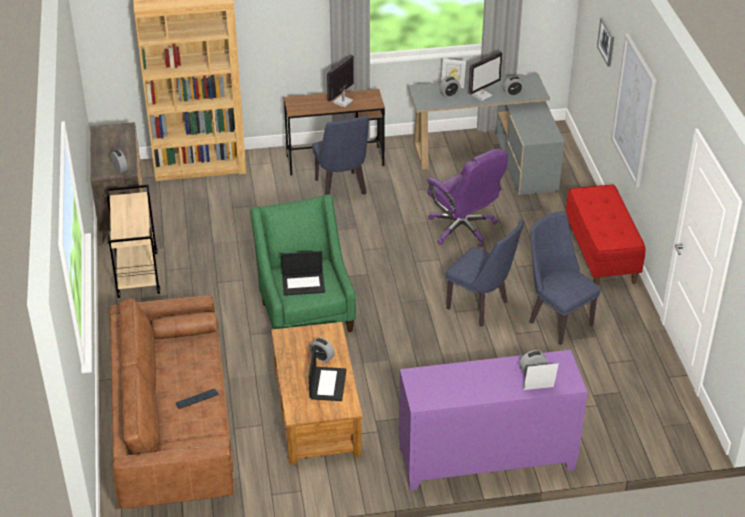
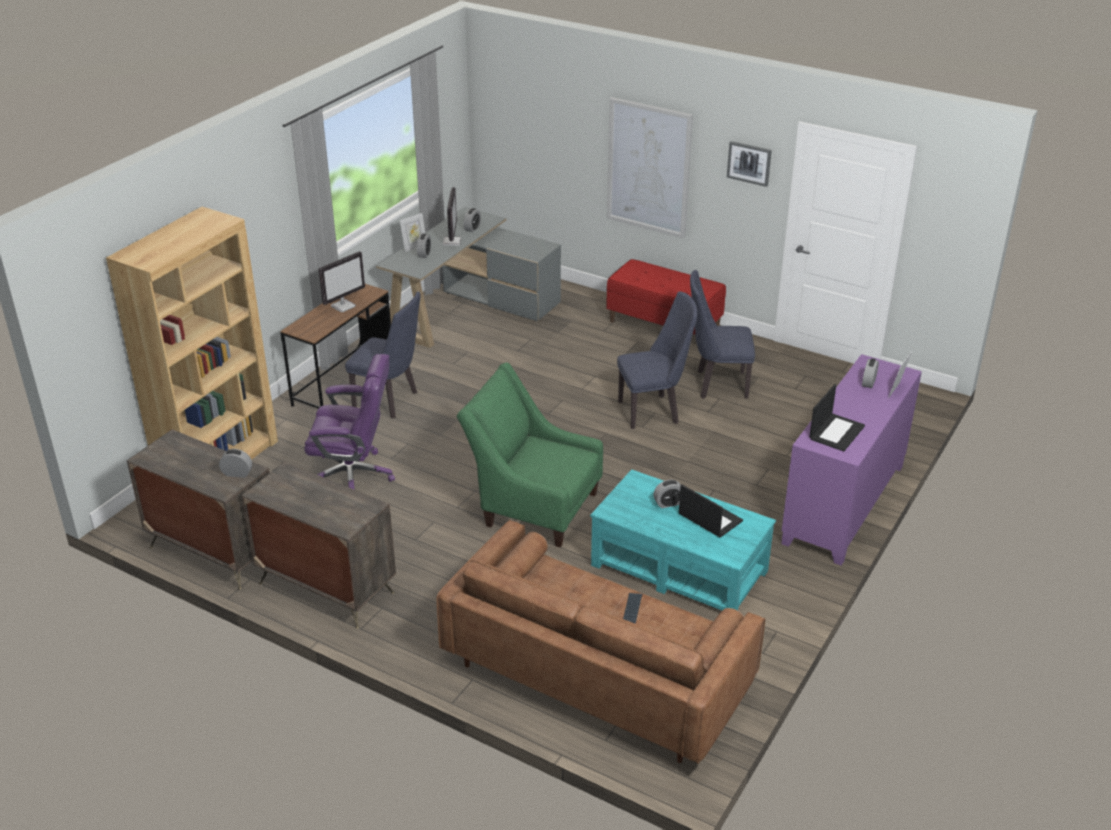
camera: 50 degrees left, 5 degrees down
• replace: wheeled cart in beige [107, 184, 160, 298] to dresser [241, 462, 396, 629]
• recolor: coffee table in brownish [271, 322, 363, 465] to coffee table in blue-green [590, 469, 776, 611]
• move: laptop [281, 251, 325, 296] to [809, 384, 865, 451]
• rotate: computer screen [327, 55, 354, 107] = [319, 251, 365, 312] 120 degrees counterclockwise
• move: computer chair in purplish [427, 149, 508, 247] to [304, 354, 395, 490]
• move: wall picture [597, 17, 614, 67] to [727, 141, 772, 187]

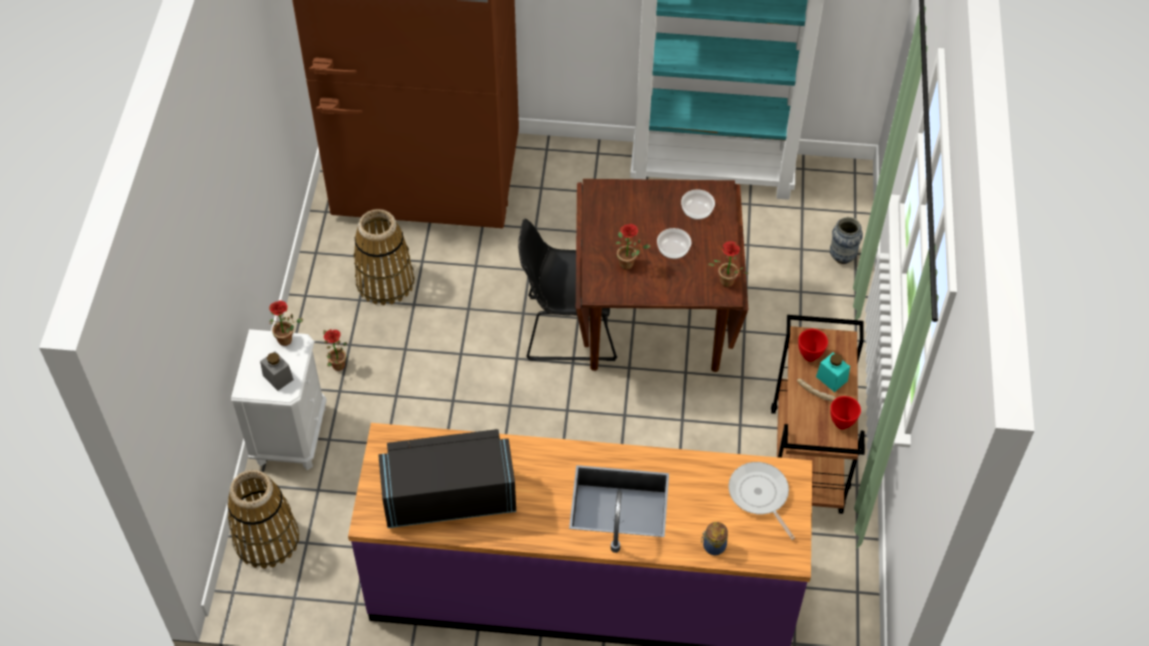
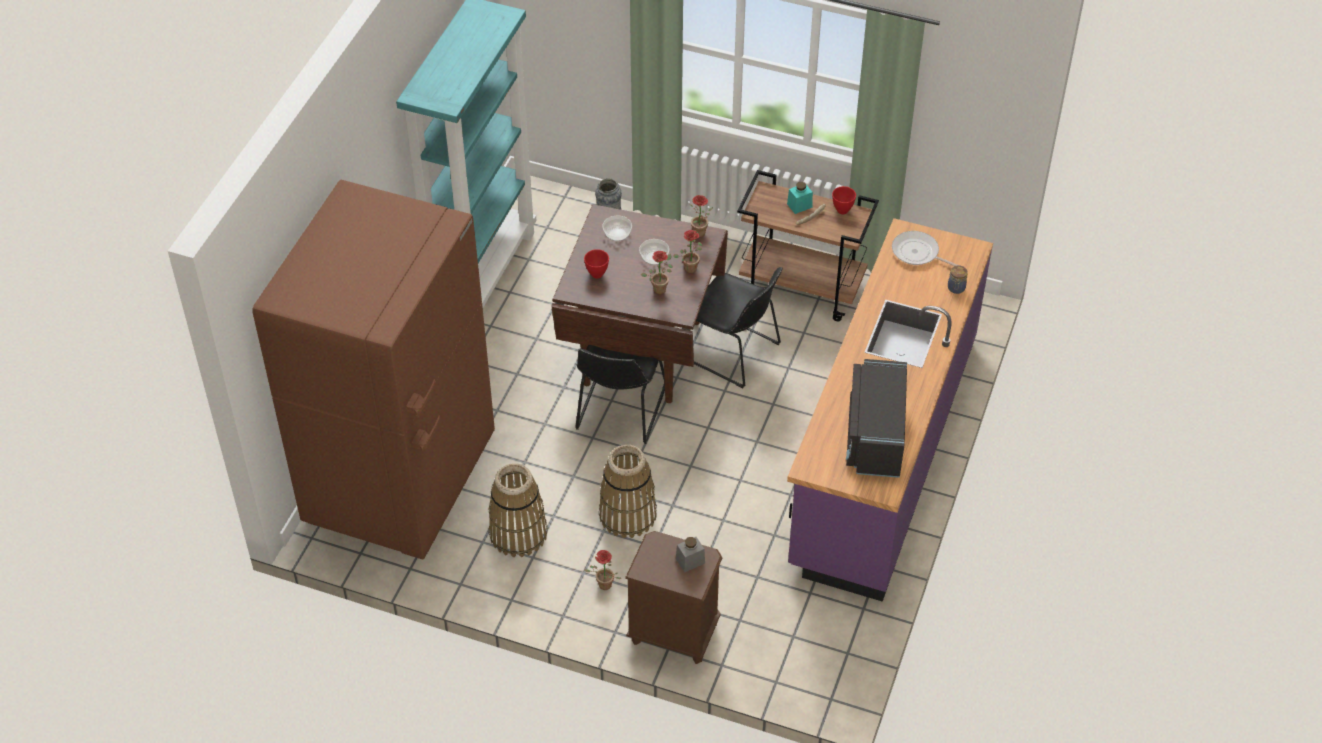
camera: 75 degrees left, 5 degrees down
• move: household basket [227, 470, 299, 569] to [599, 445, 657, 538]
• recolor: nightstand in white [231, 329, 327, 470] to nightstand in brownish [625, 531, 722, 664]
• move: plant in a pot [269, 301, 304, 346] to [673, 230, 702, 273]
• rotate: frying pan [728, 462, 795, 540] = [892, 231, 960, 266] 45 degrees clockwise
• move: deep dish in reddish [798, 329, 828, 362] to [584, 249, 609, 279]
• insert: chair in black-coloured [694, 267, 783, 388]

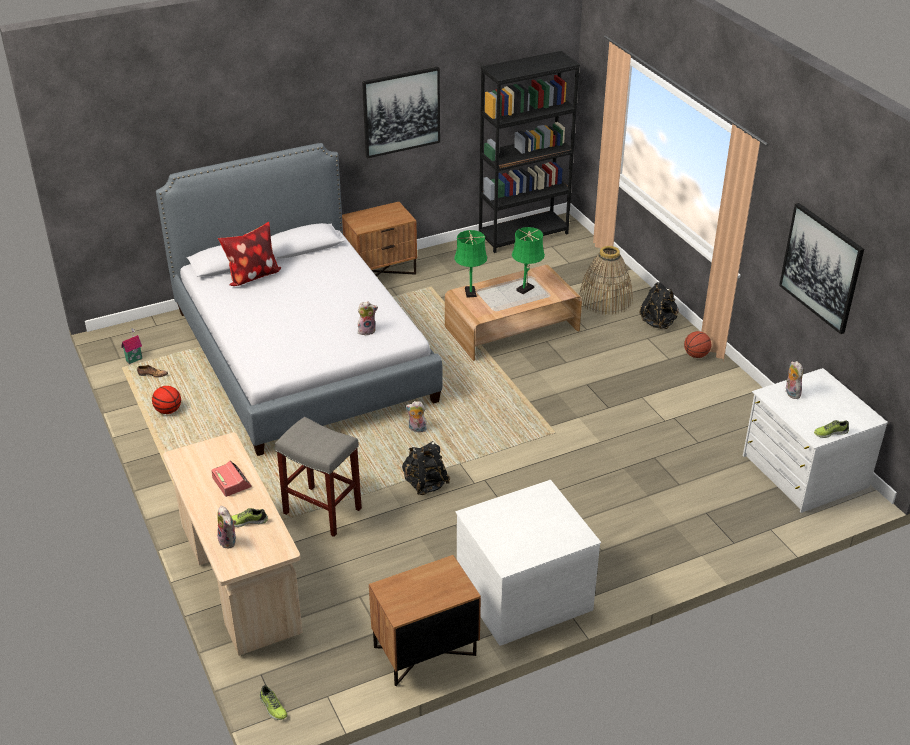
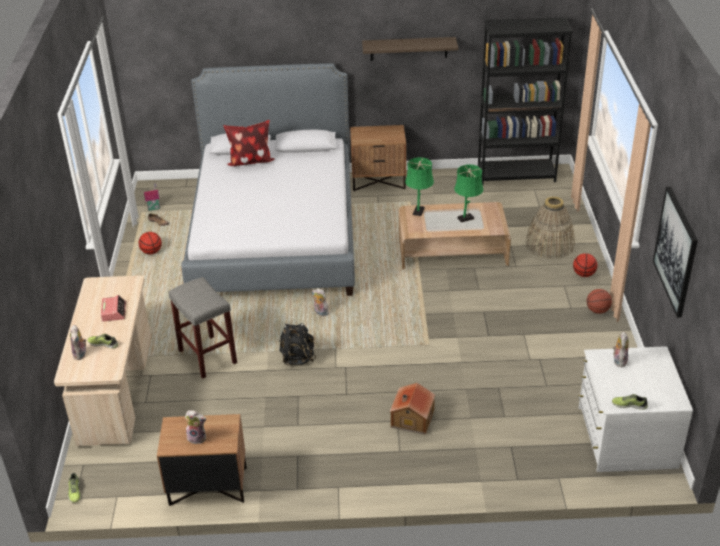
camera: 25 degrees right, 0 degrees up
• move: cuddly toy [358, 301, 378, 336] to [185, 410, 206, 444]
• replace: wall picture [362, 67, 440, 158] to wall shelf [362, 37, 458, 61]
• delete: dresser in white [455, 480, 601, 646]
• replace: rucksack in black-coloured [639, 282, 679, 329] to basketball ball [573, 253, 597, 277]
• insert: model house [390, 383, 435, 435]

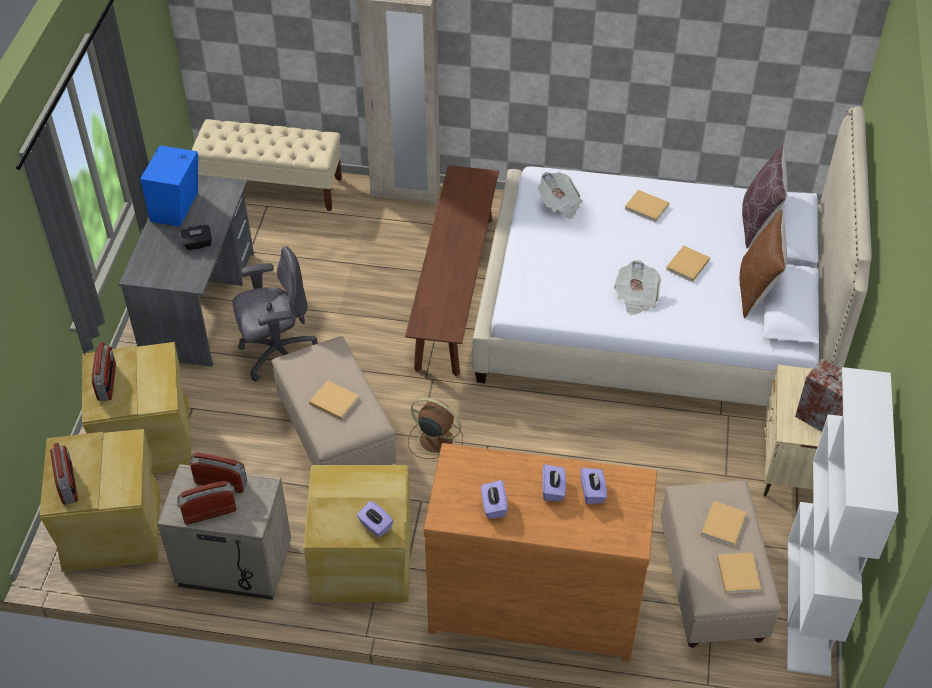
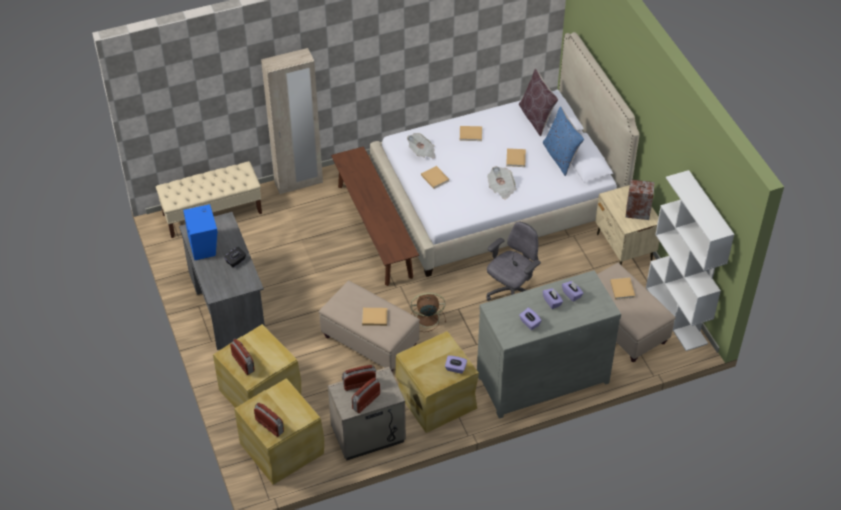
camera: 30 degrees left, 0 degrees up
• move: computer chair in gray [233, 246, 318, 382] to [486, 222, 541, 301]
• recolor: dresser in brownish [423, 443, 657, 662] to dresser in gray [477, 270, 621, 419]
• move: book in beige [717, 552, 761, 594] to [421, 166, 450, 189]
• recolor: pillow in brownish [740, 209, 787, 318] to pillow in blue [543, 106, 584, 176]

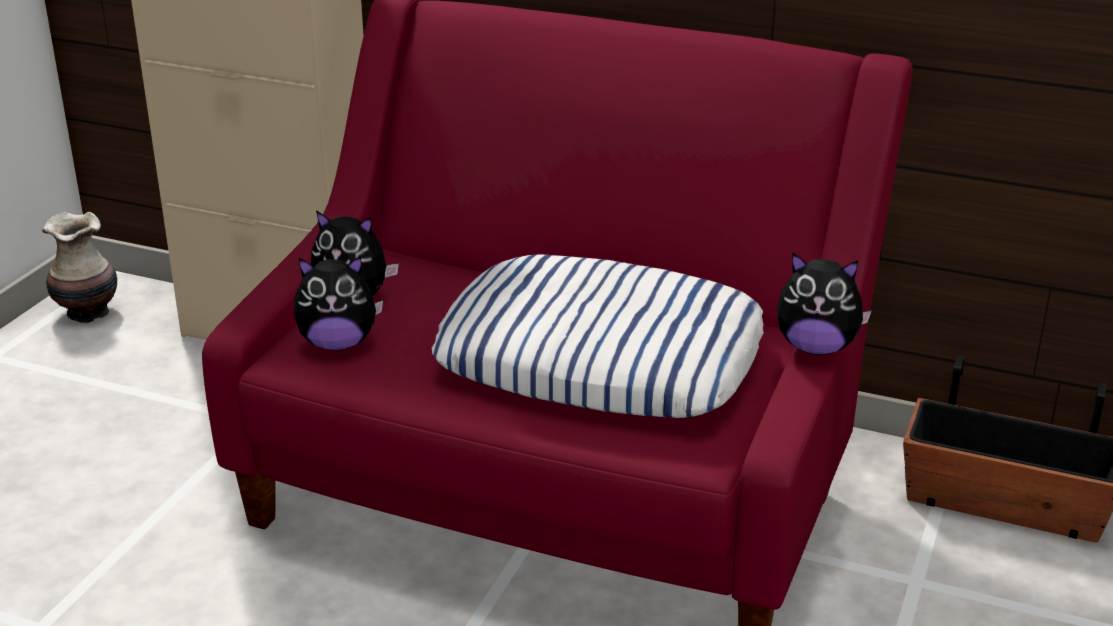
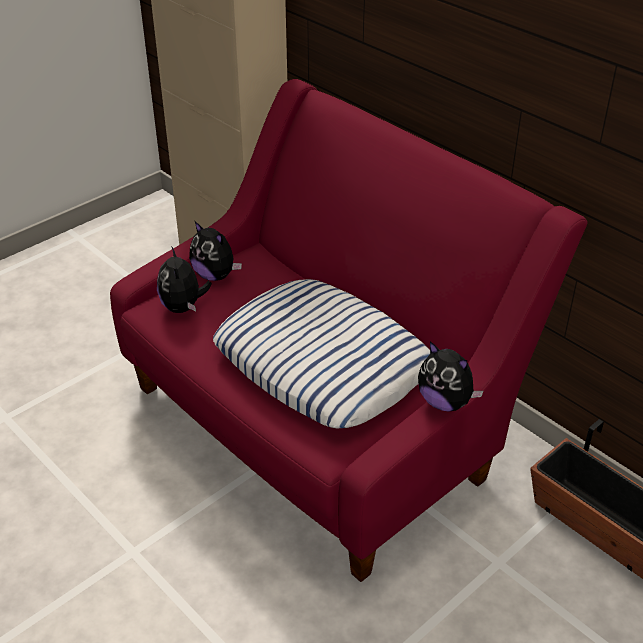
camera: 25 degrees right, 10 degrees up
• delete: flower vase [42, 212, 117, 323]
• rotate: cuddly toy [294, 256, 383, 351] = [157, 246, 212, 313] 60 degrees clockwise

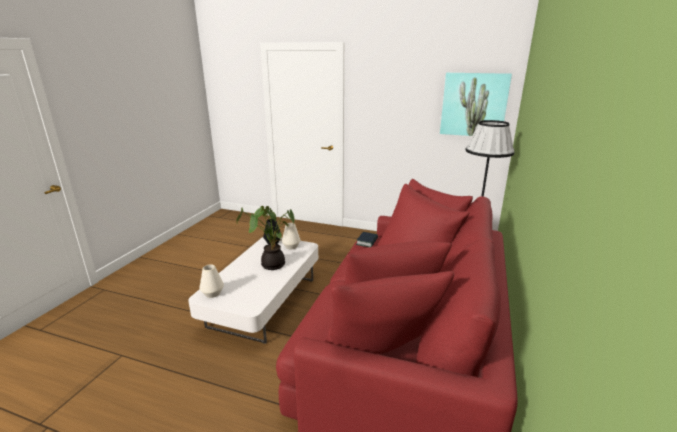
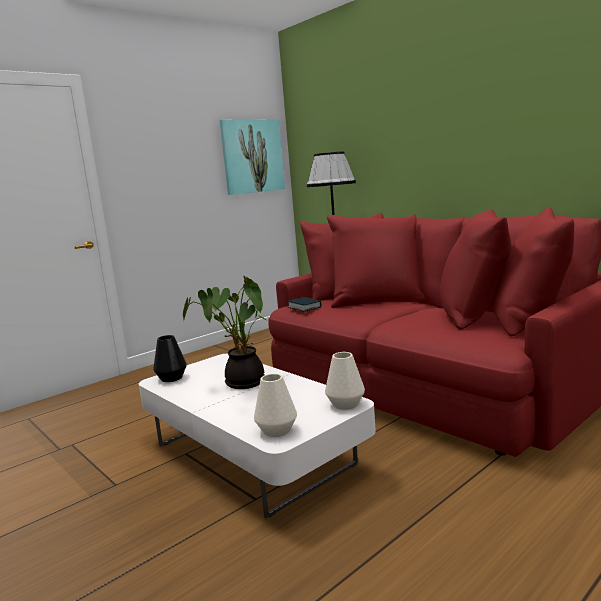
camera: 60 degrees left, 10 degrees down
• move: flower vase in white [282, 223, 301, 250] to [325, 352, 365, 410]

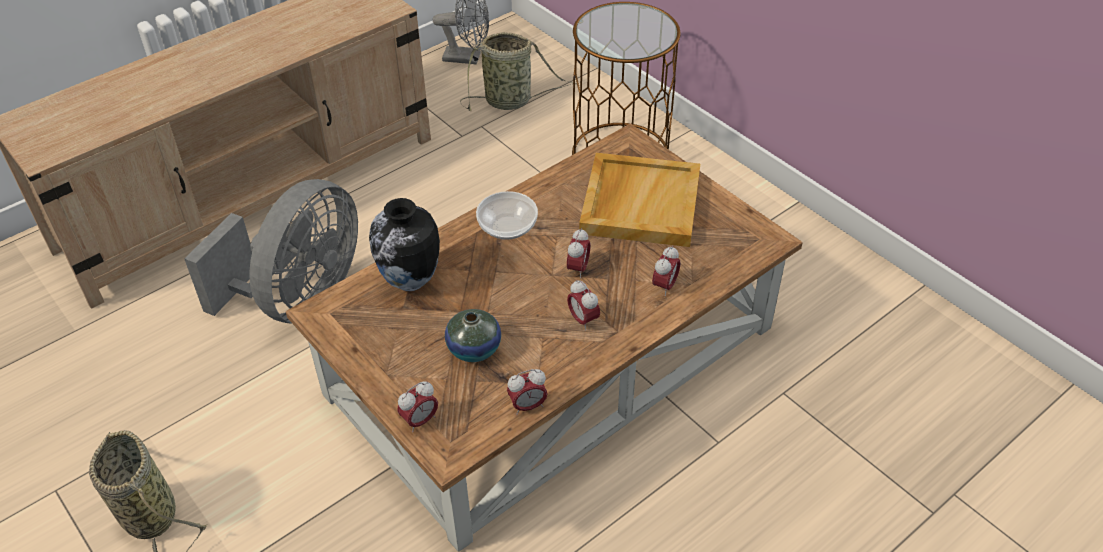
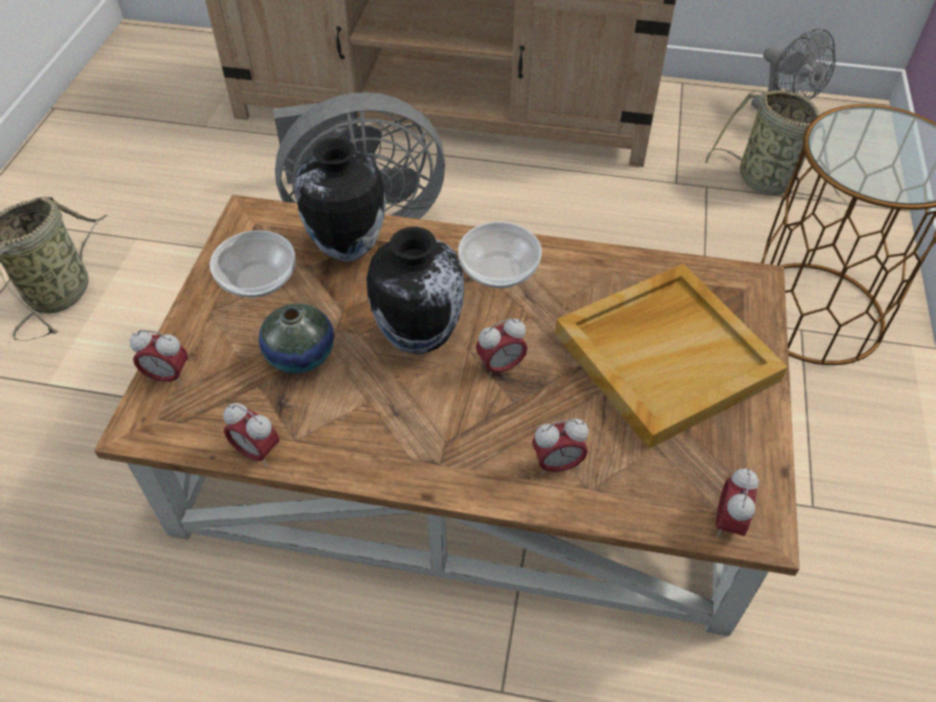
camera: 50 degrees right, 5 degrees up
• move: bedside clock [567, 280, 600, 331] to [716, 468, 759, 538]
• insert: deep dish [210, 230, 296, 298]
• insert: flower vase [366, 227, 464, 354]

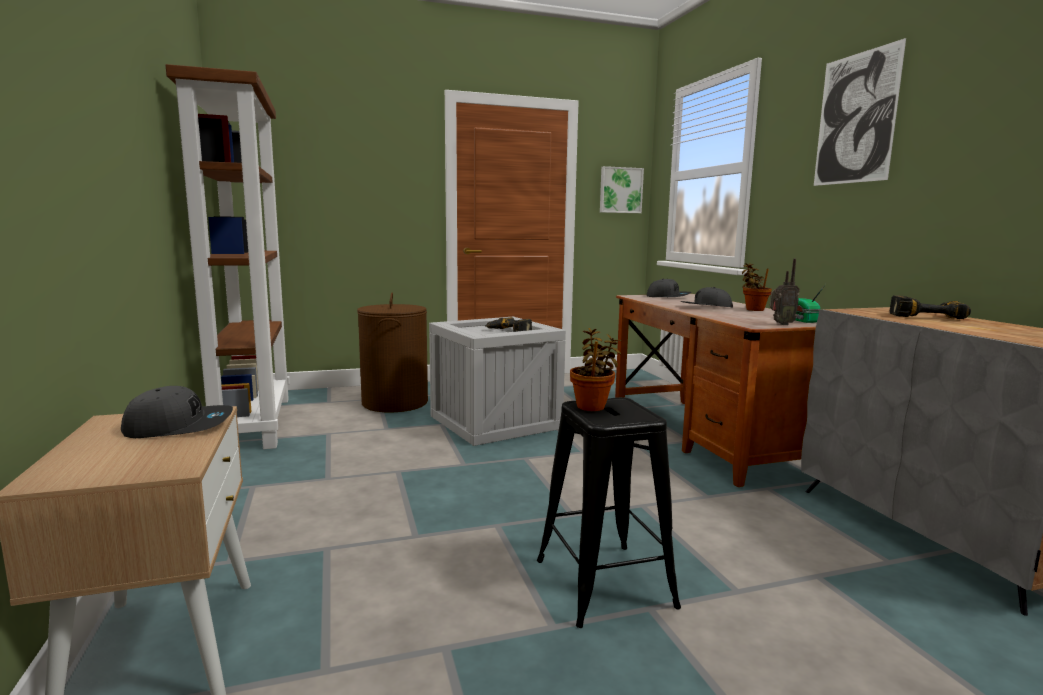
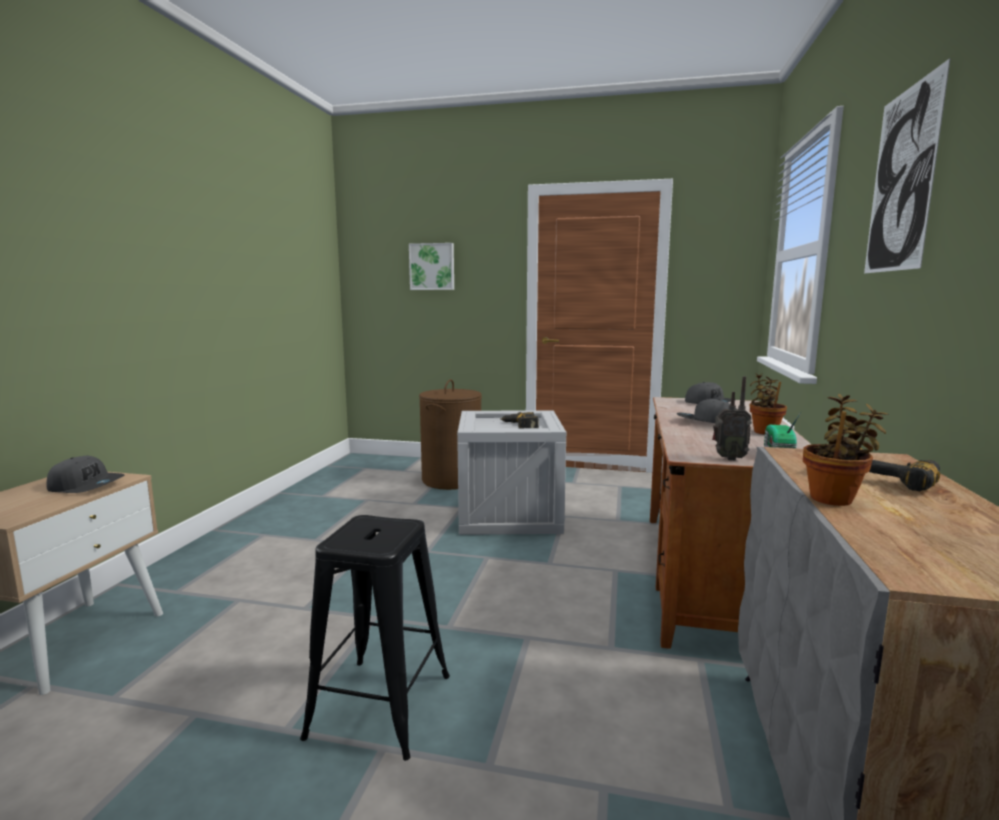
camera: 30 degrees right, 0 degrees up
• delete: shelving unit in brownish [165, 64, 290, 449]
• move: plant in a pot [570, 328, 622, 411] to [803, 394, 889, 506]
• move: wall picture [600, 166, 644, 213] to [409, 243, 454, 290]

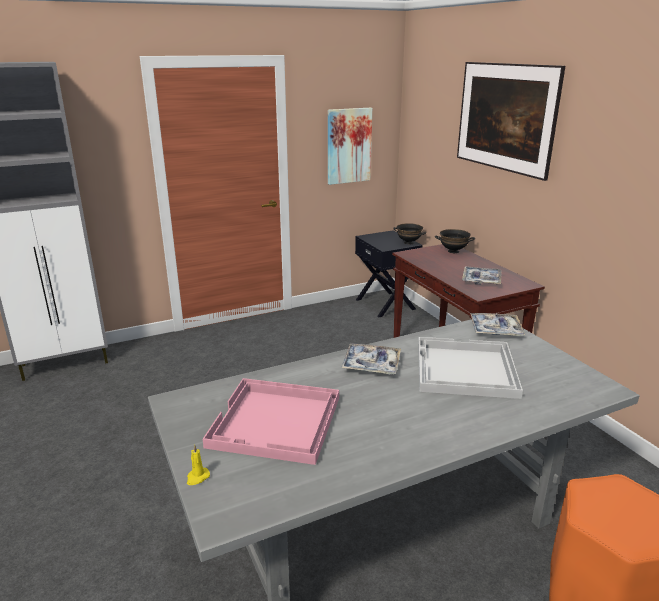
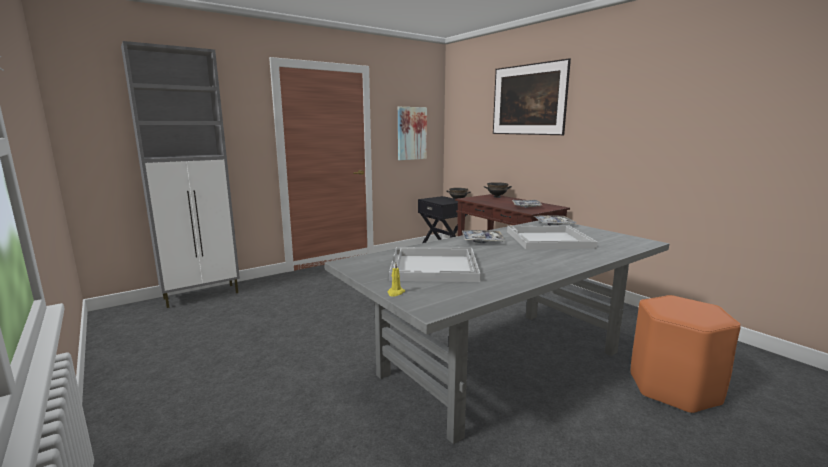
camera: 10 degrees left, 10 degrees down
• recolor: tray in pinkish [203, 378, 339, 465] to tray in white [389, 247, 480, 282]

